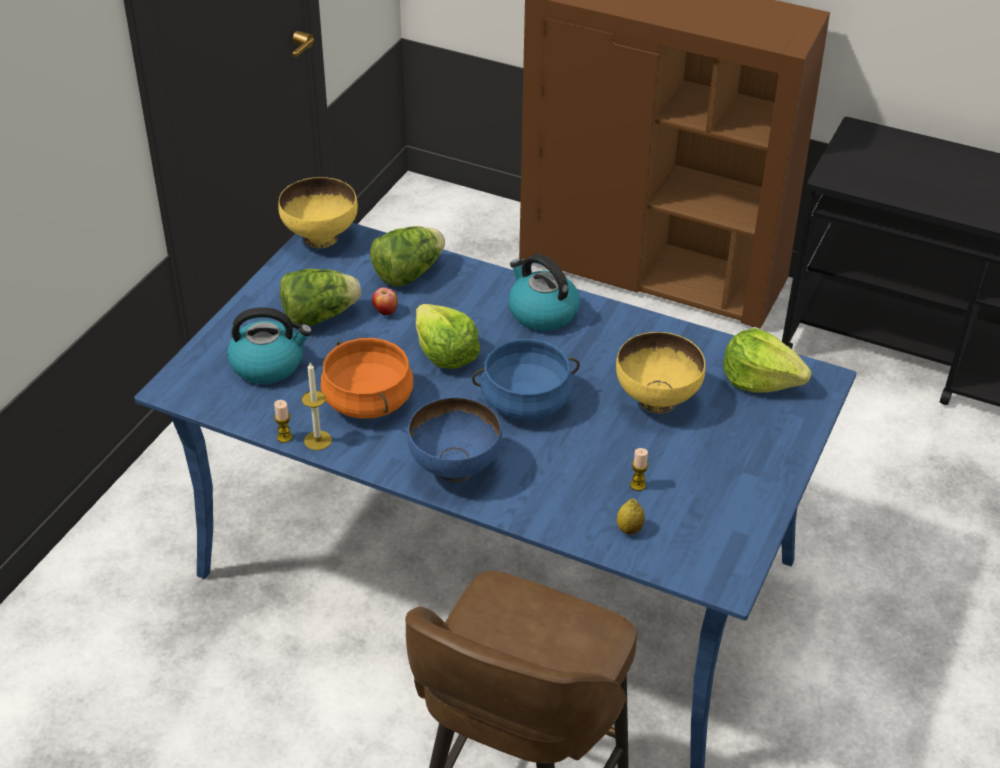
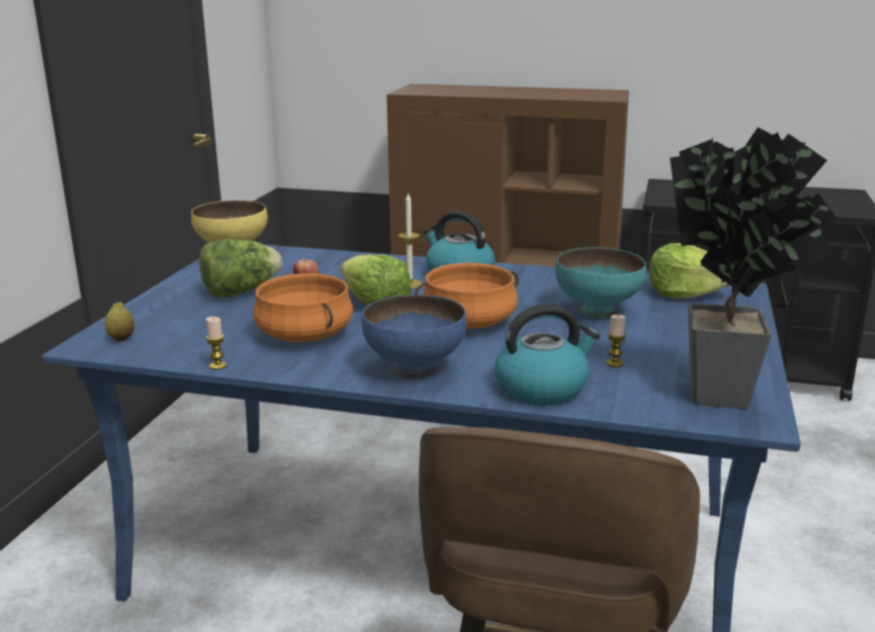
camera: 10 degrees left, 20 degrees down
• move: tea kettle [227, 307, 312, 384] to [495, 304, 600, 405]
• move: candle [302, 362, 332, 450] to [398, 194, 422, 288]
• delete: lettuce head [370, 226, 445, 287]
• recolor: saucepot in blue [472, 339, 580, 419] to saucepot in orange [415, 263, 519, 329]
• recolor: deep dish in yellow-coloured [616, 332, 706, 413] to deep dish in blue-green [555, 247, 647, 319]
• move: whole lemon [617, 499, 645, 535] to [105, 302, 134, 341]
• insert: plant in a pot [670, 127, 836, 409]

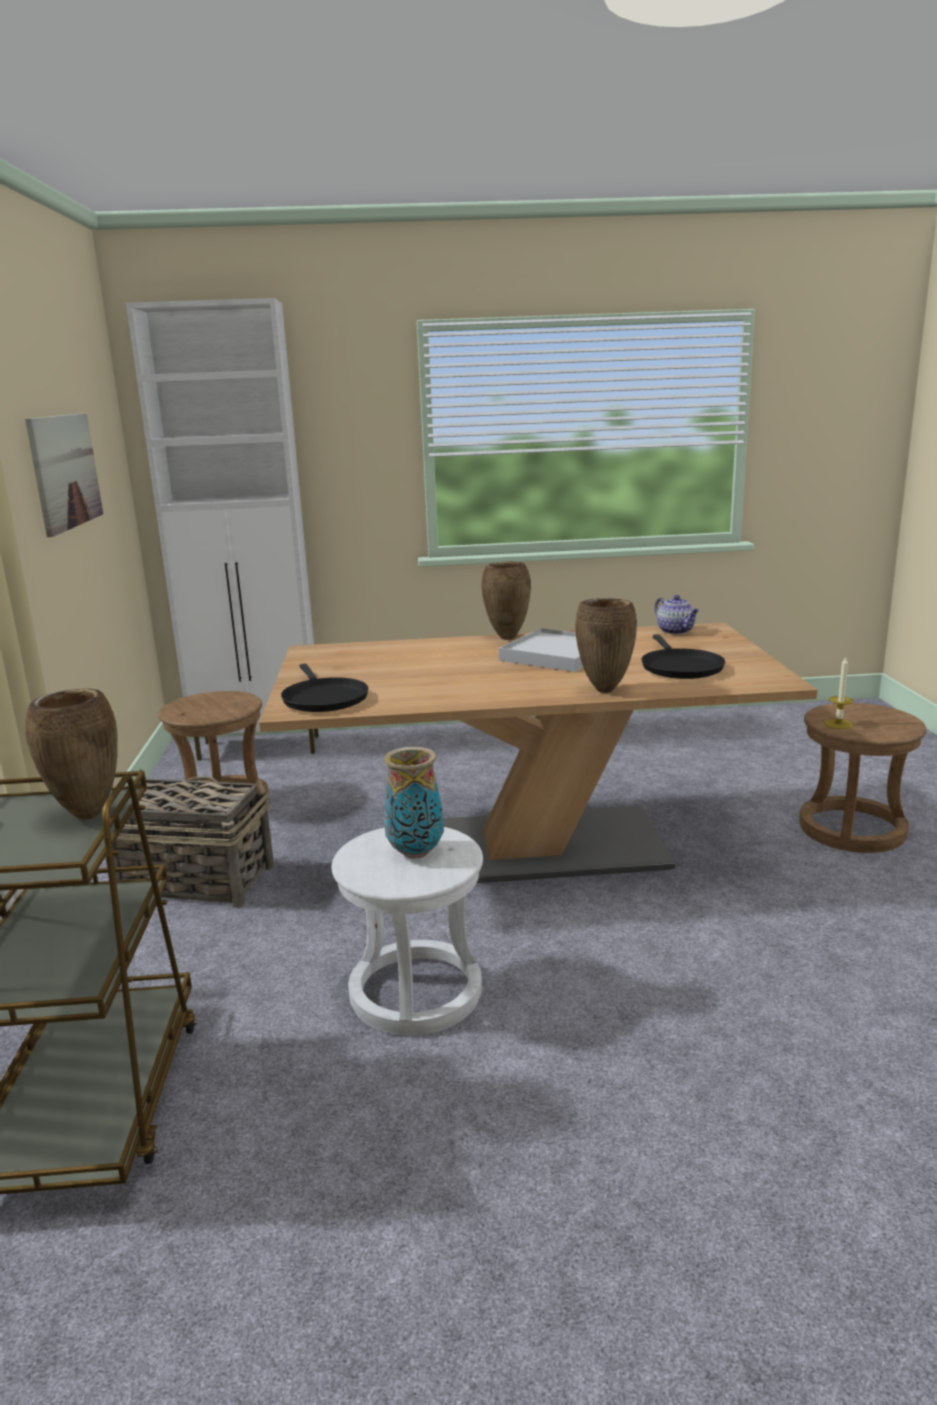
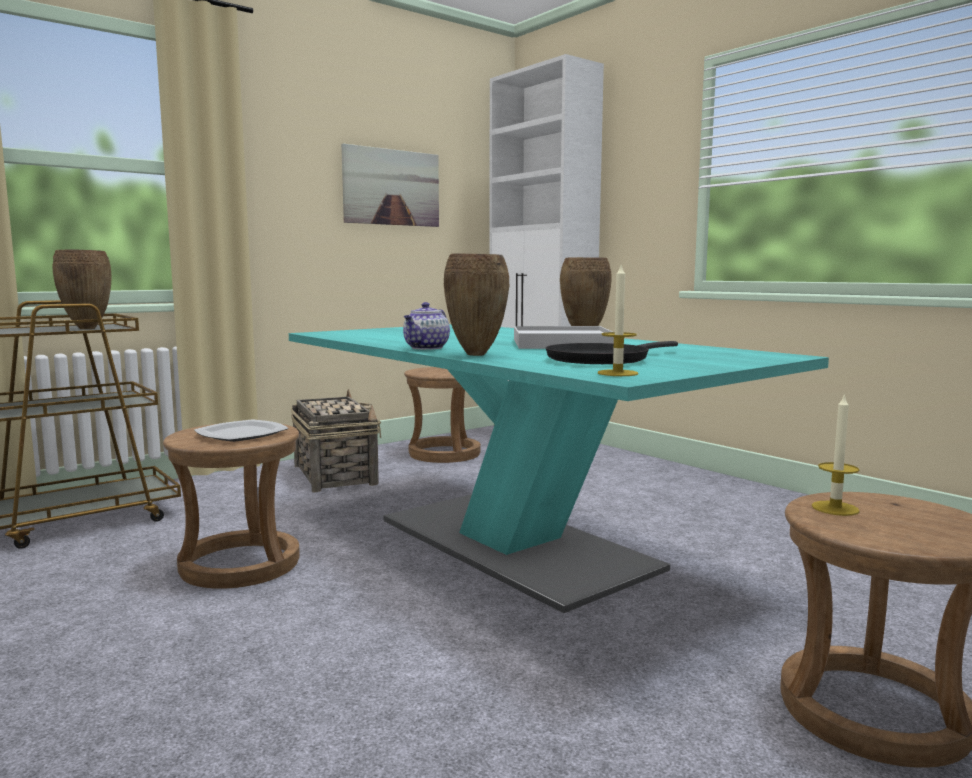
camera: 55 degrees right, 10 degrees down
• recolor: dining table in beige [259, 622, 817, 883] to dining table in blue-green [289, 324, 829, 613]
• delete: frying pan in black-coloured [281, 664, 368, 712]
• recolor: sitting stool in white [332, 827, 483, 1036] to sitting stool in brownish [163, 424, 300, 589]
• replace: flower vase [384, 747, 444, 859] to dinner plate [195, 419, 289, 442]
• move: pot for tea [655, 595, 699, 634] to [403, 302, 450, 350]
• insert: candle [598, 265, 638, 376]

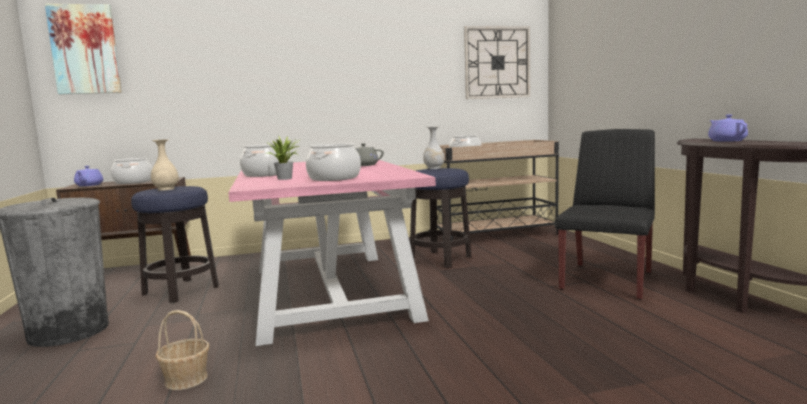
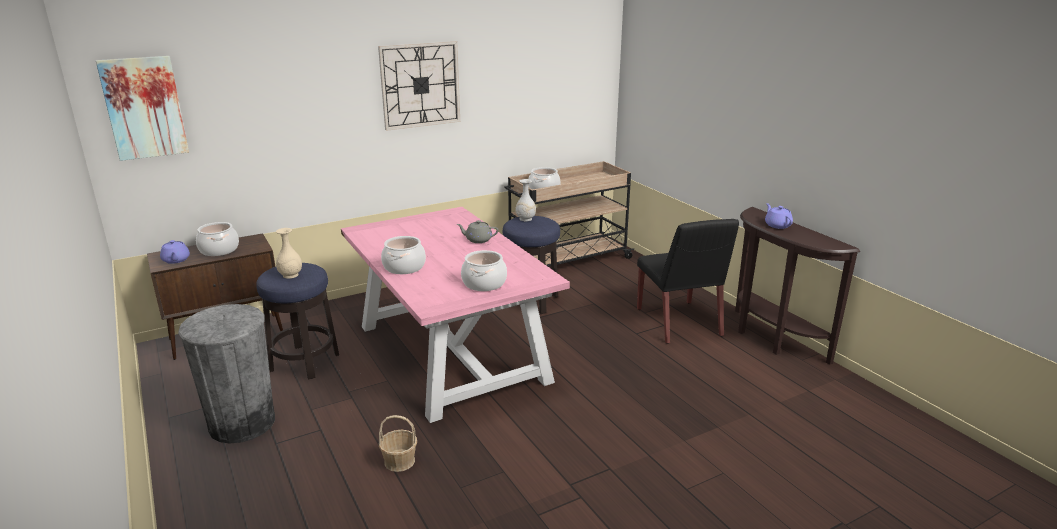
camera: 15 degrees left, 15 degrees up
• delete: plant in a pot [268, 136, 299, 180]
• move: clock on the wall [464, 26, 530, 99] to [378, 41, 460, 131]
• rotate: chair in black-coloured [556, 129, 655, 300] = [637, 219, 739, 344] 150 degrees clockwise

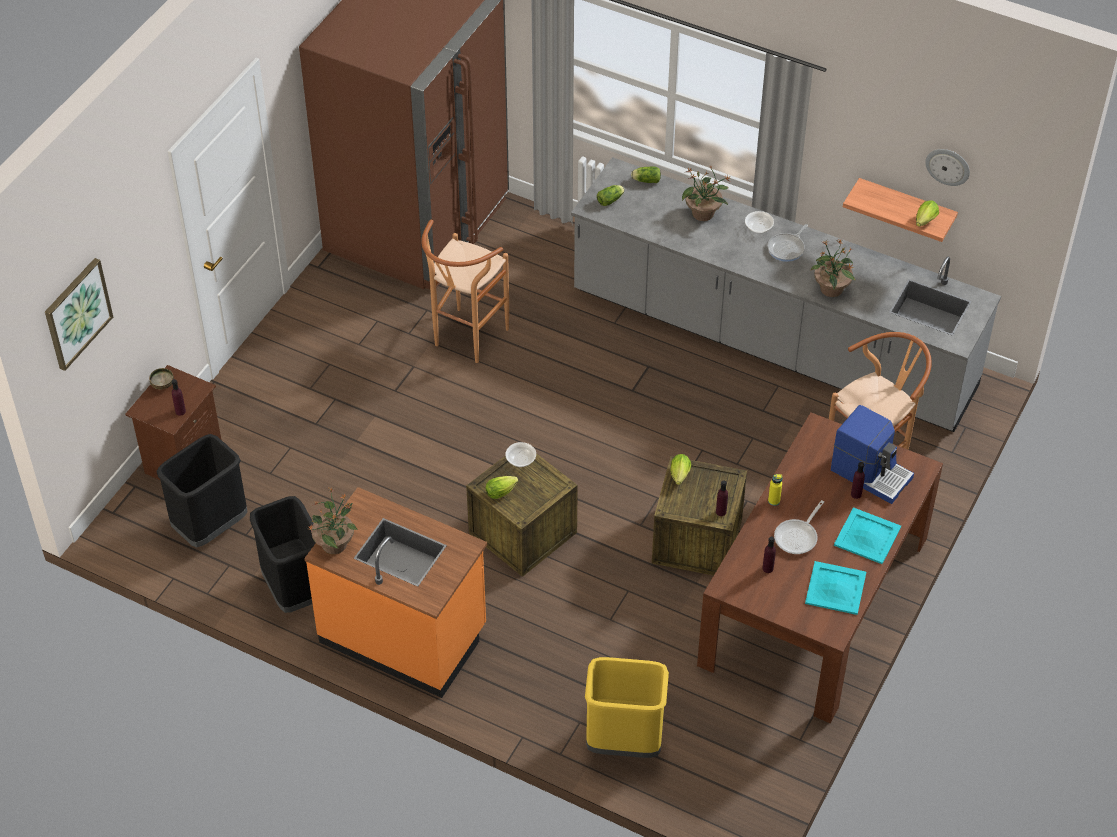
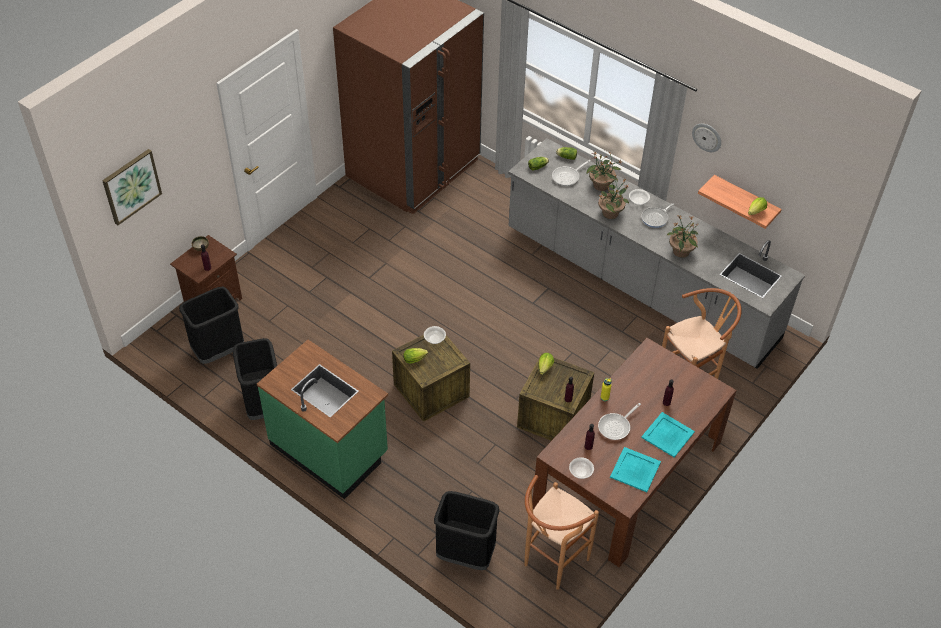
camera: 10 degrees right, 0 degrees up
• recolor: kitchen base unit in orange [304, 487, 487, 698] to kitchen base unit in green-coloured [257, 340, 388, 499]
• move: plant in a pot [308, 487, 358, 554] to [598, 175, 629, 219]
• move: sitting stool in brownish [421, 220, 509, 363] to [524, 475, 599, 590]
• recolor: rubbish bin in yellow-coloured [585, 657, 669, 758] to rubbish bin in black-coloured [434, 491, 499, 570]
• delete: coffee maker [831, 405, 914, 504]
• move: clock on the wall [925, 149, 970, 186] to [692, 124, 721, 152]
• insert: frying pan [552, 160, 591, 186]
• insert: deep dish [569, 457, 594, 479]

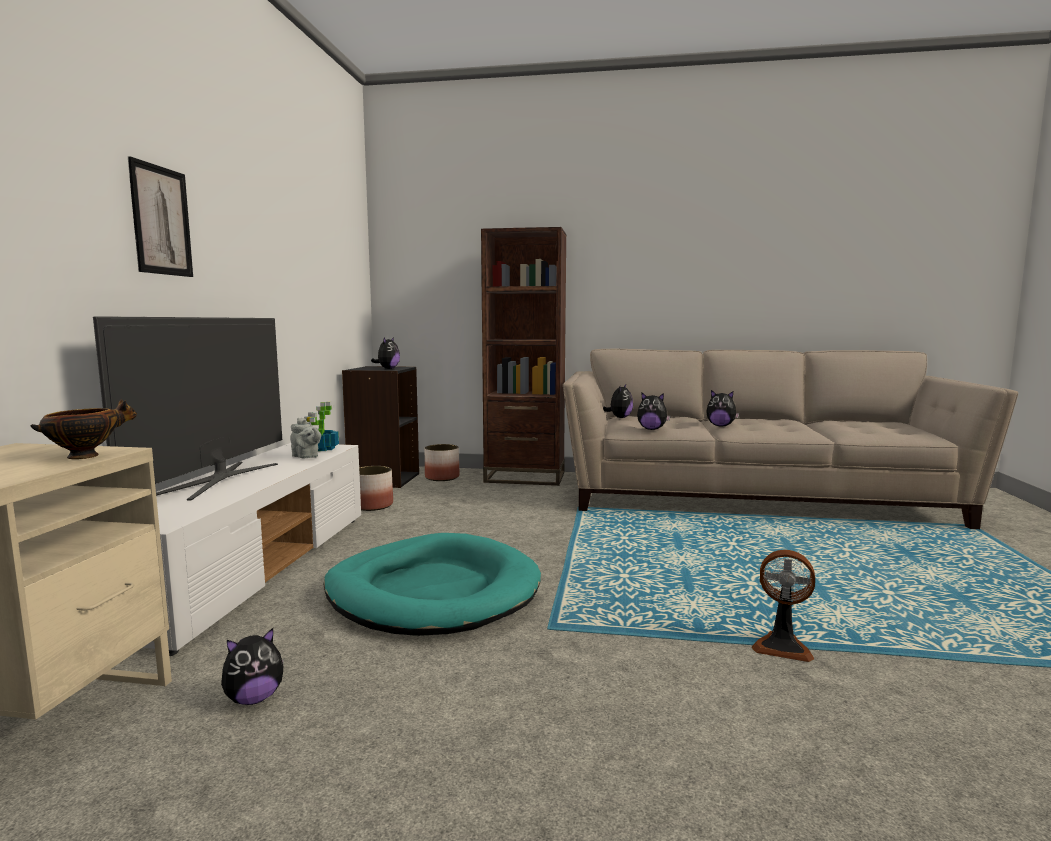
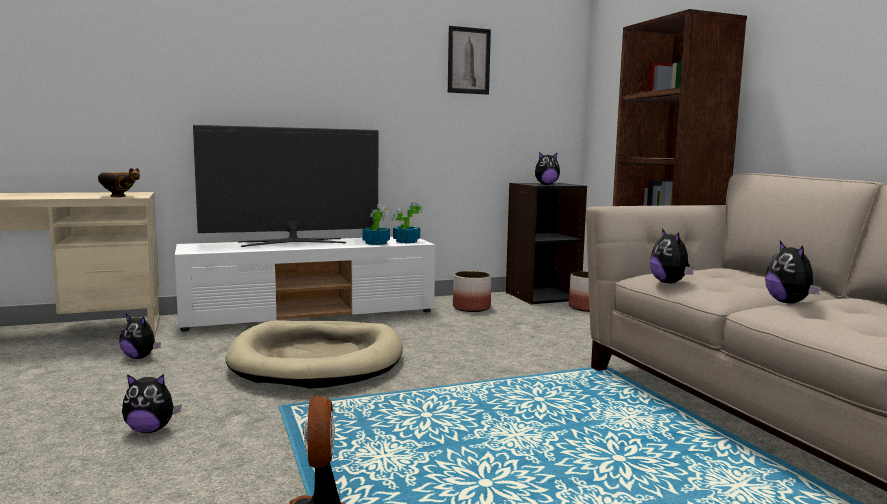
camera: 60 degrees right, 0 degrees up
• move: wall picture [128, 156, 193, 277] to [448, 26, 491, 95]
• replace: pot for tea in gray [290, 418, 321, 458] to plant in a pot [363, 204, 390, 245]
• recolor: pet bed in blue-green [323, 533, 541, 636] to pet bed in beige [226, 320, 403, 389]
• move: cuddly toy [603, 384, 633, 418] to [122, 374, 182, 433]

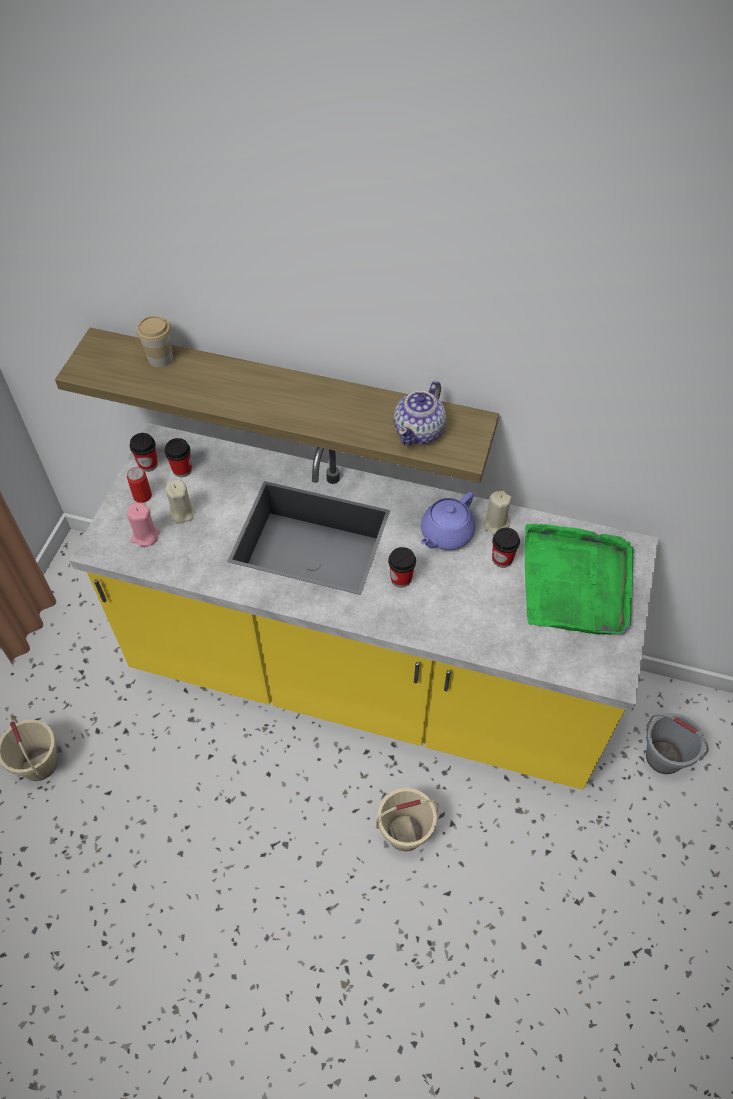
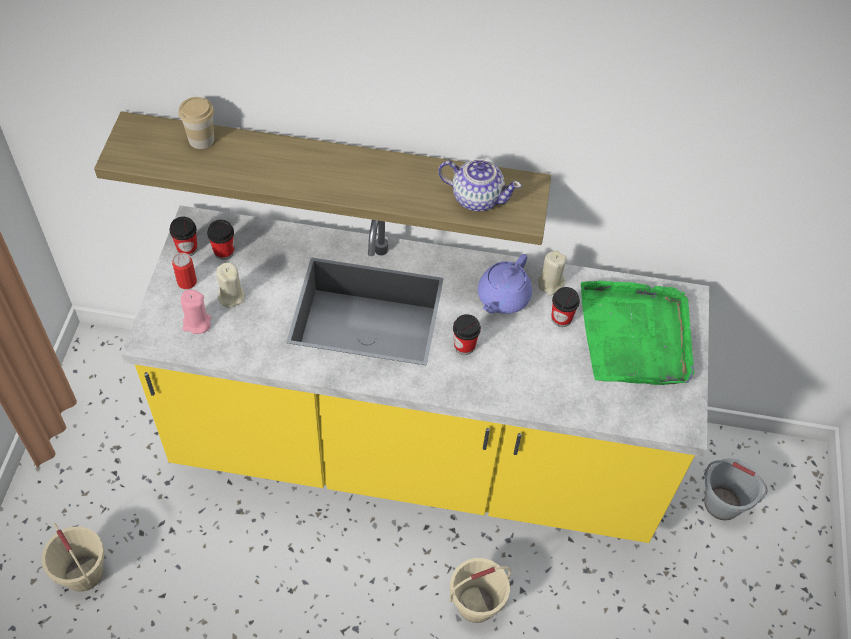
camera: 10 degrees left, 0 degrees up
• rotate: pot for tea [394, 381, 446, 445] = [438, 159, 522, 212] 90 degrees counterclockwise

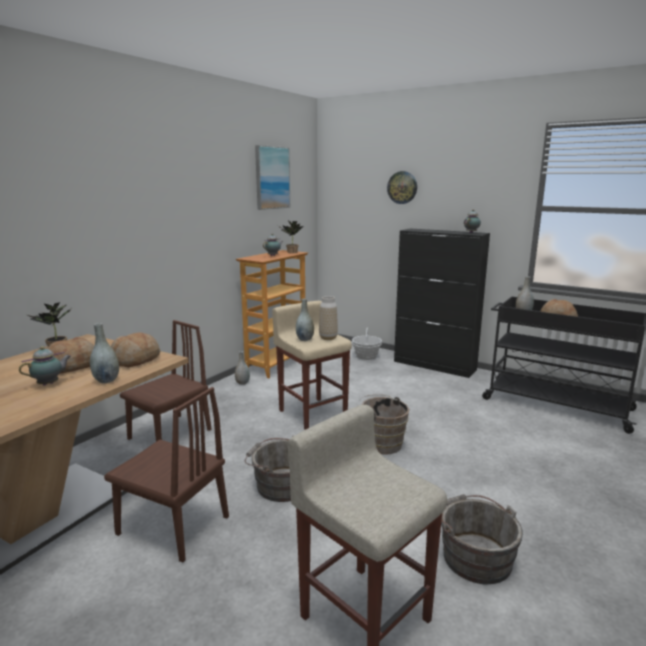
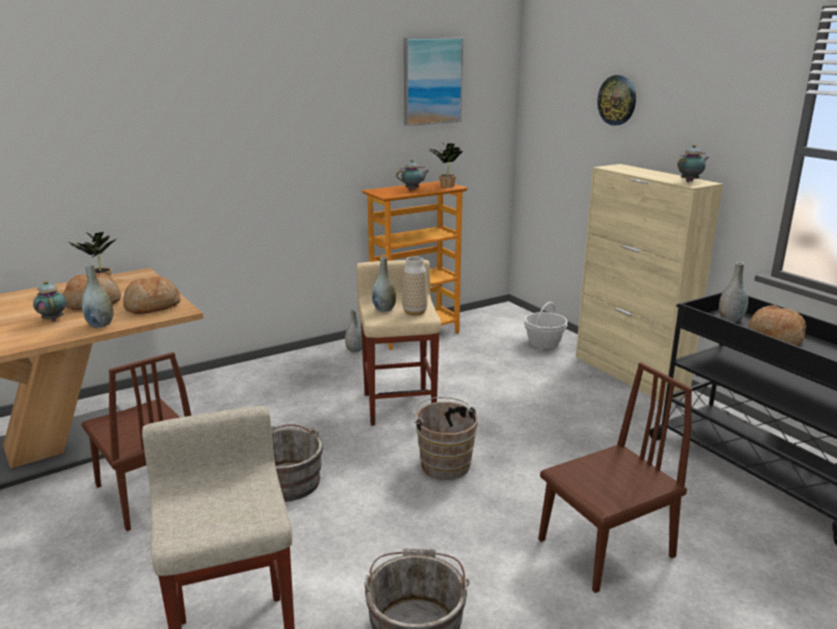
camera: 25 degrees right, 5 degrees up
• rotate: pot for tea [19, 346, 71, 386] = [33, 281, 66, 321] 105 degrees counterclockwise
• move: chair in brownish [120, 320, 211, 442] to [538, 362, 692, 593]
• recolor: cabinet in black-coloured [394, 228, 490, 378] to cabinet in beige [576, 164, 723, 403]

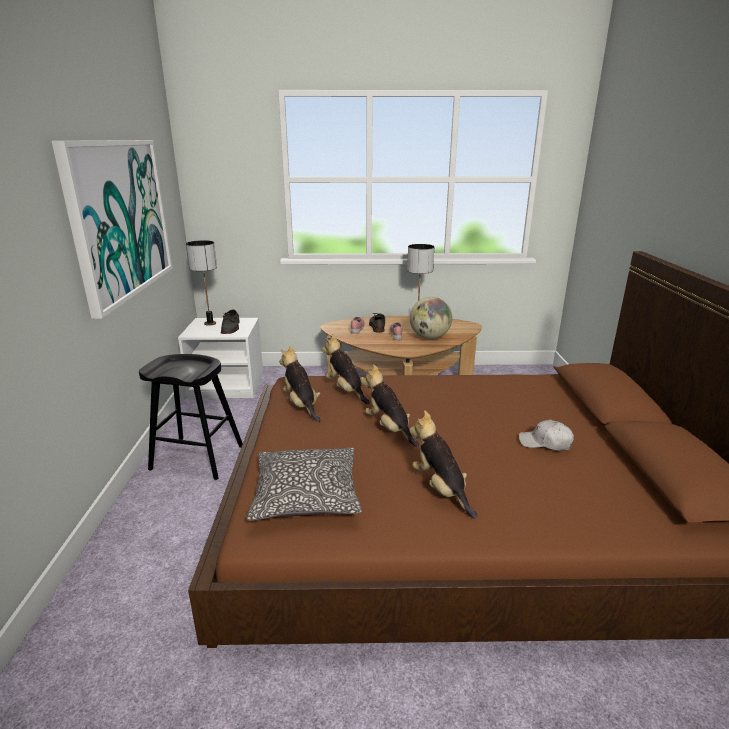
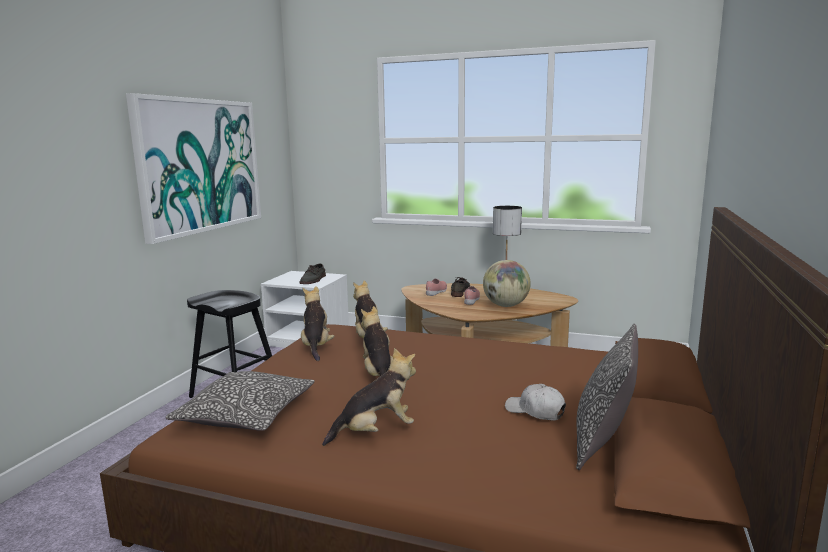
camera: 20 degrees right, 10 degrees down
• delete: lamp for a table [186, 240, 217, 326]
• rotate: cuddly toy [409, 410, 477, 519] = [322, 348, 416, 446] 75 degrees clockwise
• insert: pillow [576, 324, 638, 470]

